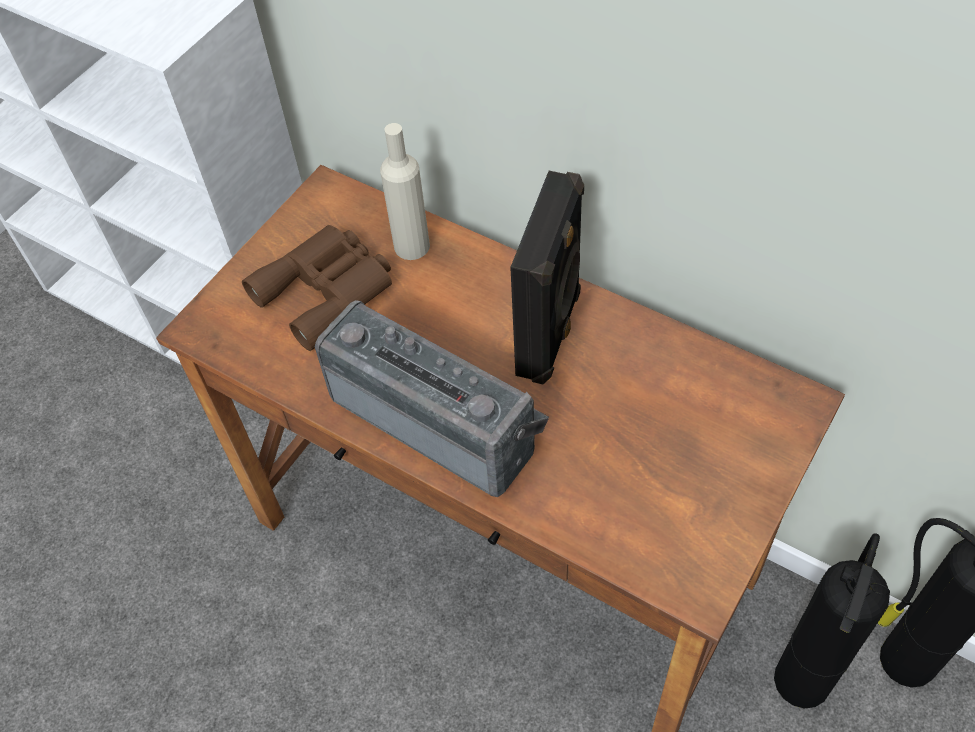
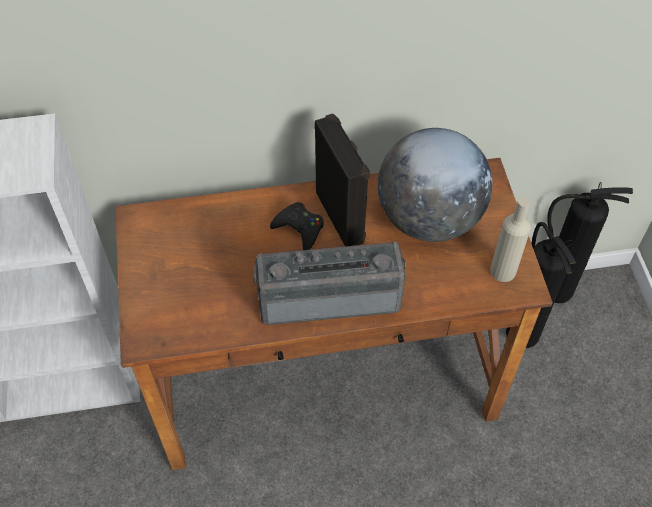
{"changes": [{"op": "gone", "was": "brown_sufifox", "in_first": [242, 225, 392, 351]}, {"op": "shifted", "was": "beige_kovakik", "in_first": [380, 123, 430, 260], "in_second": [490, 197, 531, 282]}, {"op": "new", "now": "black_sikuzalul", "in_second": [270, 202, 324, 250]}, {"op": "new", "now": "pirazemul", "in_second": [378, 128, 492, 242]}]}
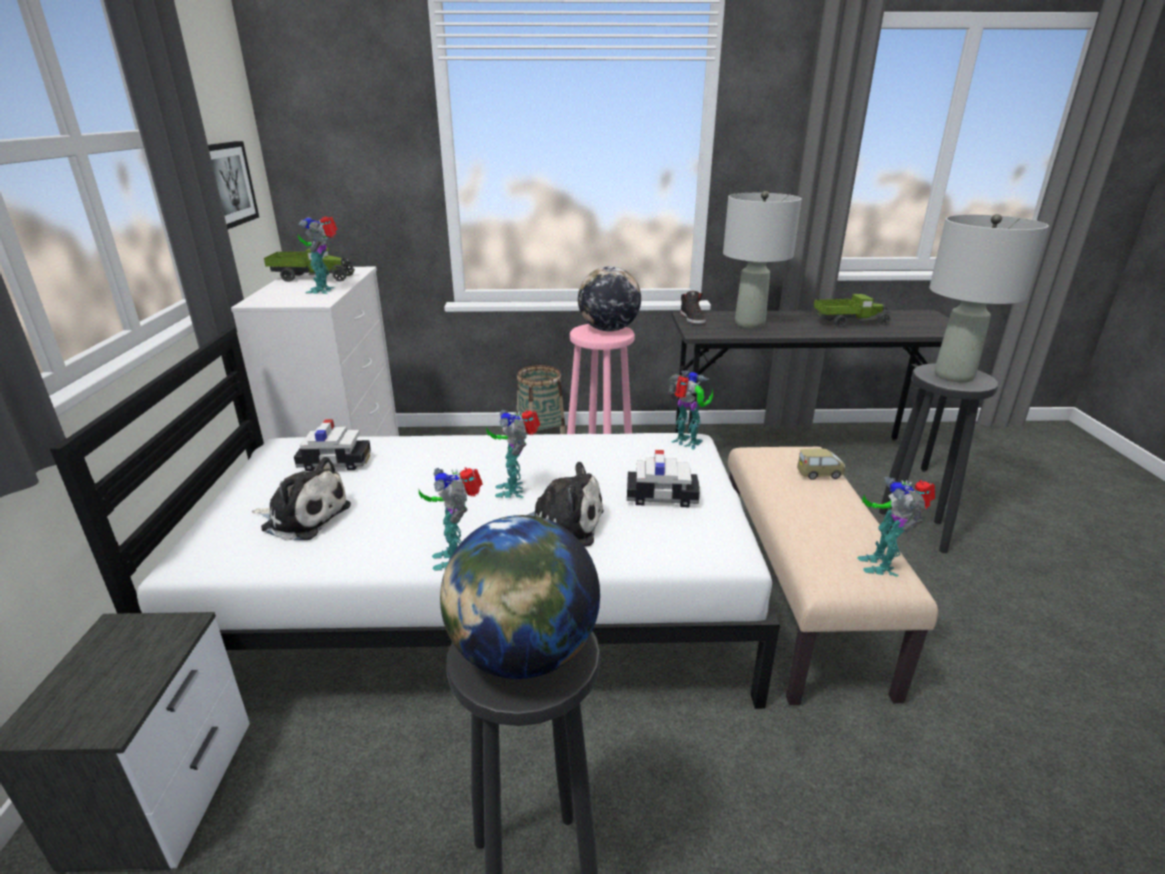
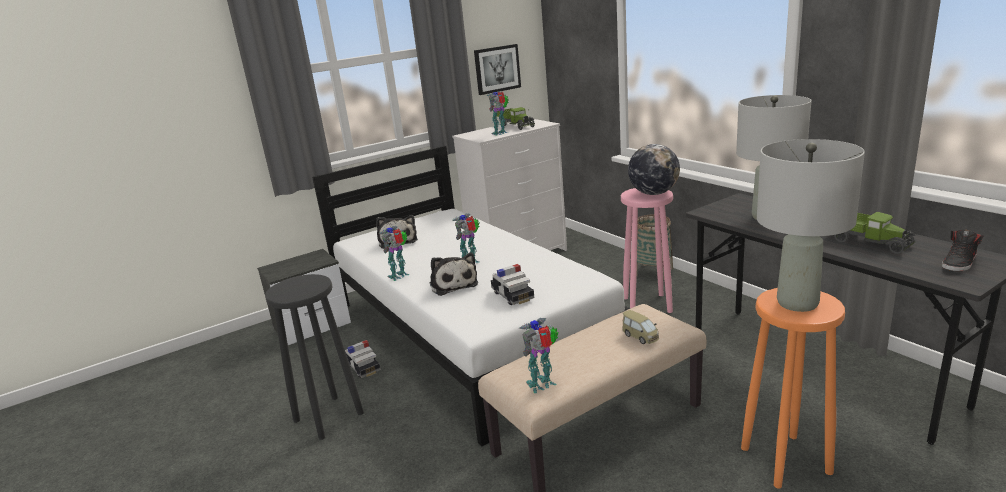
{"changes": [{"op": "shifted", "was": "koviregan", "in_first": [294, 419, 371, 471], "in_second": [345, 340, 381, 378]}, {"op": "gone", "was": "pirazemul", "in_first": [440, 515, 600, 679]}, {"op": "gone", "was": "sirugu", "in_first": [668, 370, 713, 450]}, {"op": "shifted", "was": "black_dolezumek", "in_first": [681, 291, 706, 324], "in_second": [942, 230, 984, 272]}, {"op": "repainted", "was": "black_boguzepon", "now": "orange_boguzepon", "in_first": [879, 363, 998, 553], "in_second": [741, 288, 845, 489]}]}
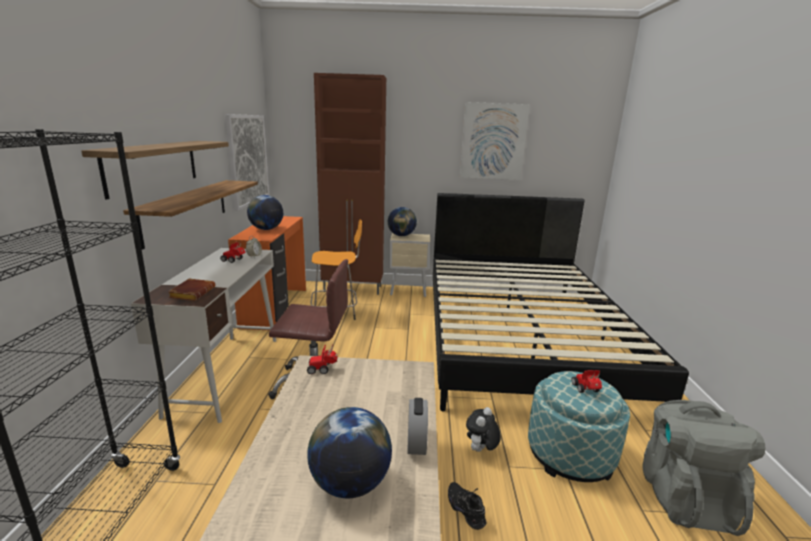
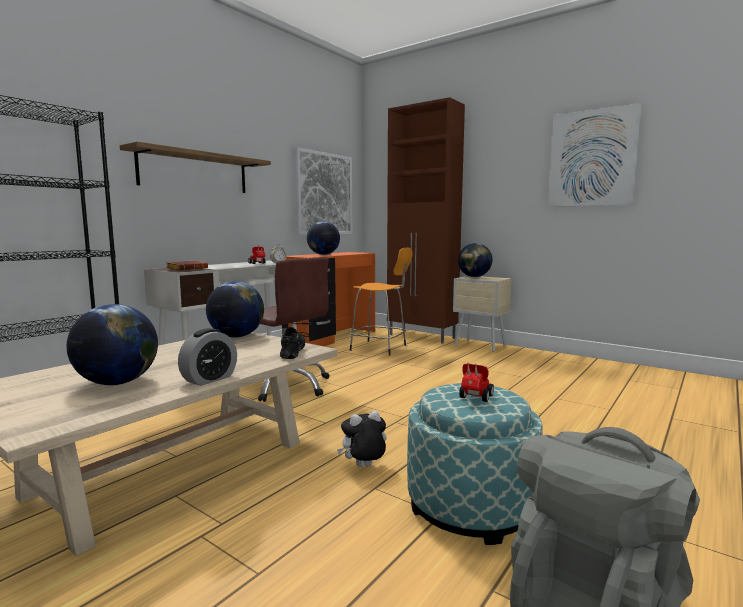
{"changes": [{"op": "gone", "was": "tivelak", "in_first": [123, 180, 258, 250]}, {"op": "swapped", "was": "koviregan", "now": "pirazemul", "in_first": [307, 345, 337, 374], "in_second": [206, 281, 264, 338]}, {"op": "gone", "was": "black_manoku", "in_first": [433, 193, 689, 411]}, {"op": "shifted", "was": "black_dolezumek", "in_first": [448, 482, 487, 530], "in_second": [280, 327, 309, 359]}]}
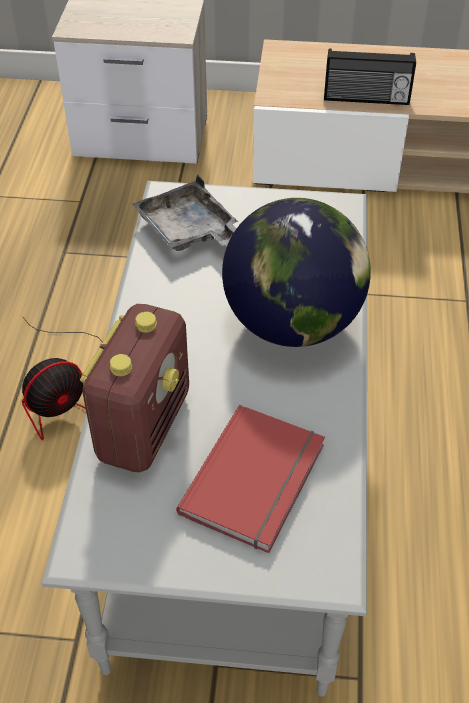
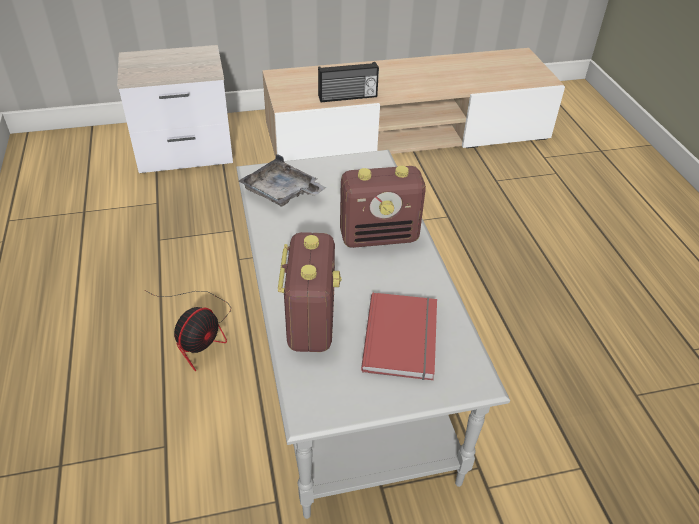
{"changes": [{"op": "swapped", "was": "pirazemul", "now": "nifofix", "in_first": [222, 198, 371, 347], "in_second": [340, 166, 426, 248]}]}
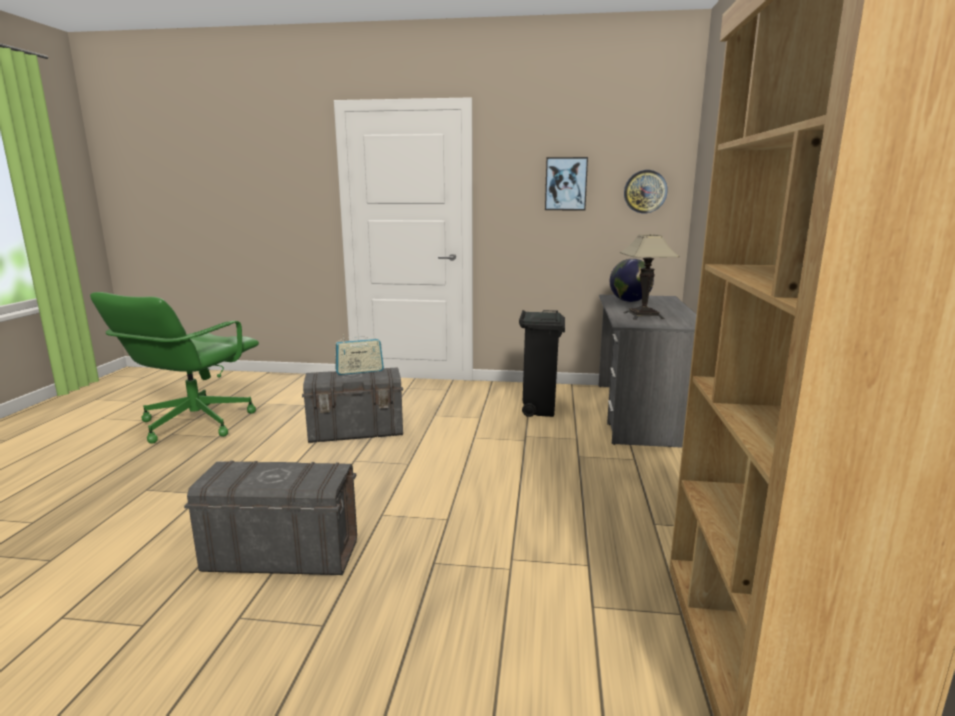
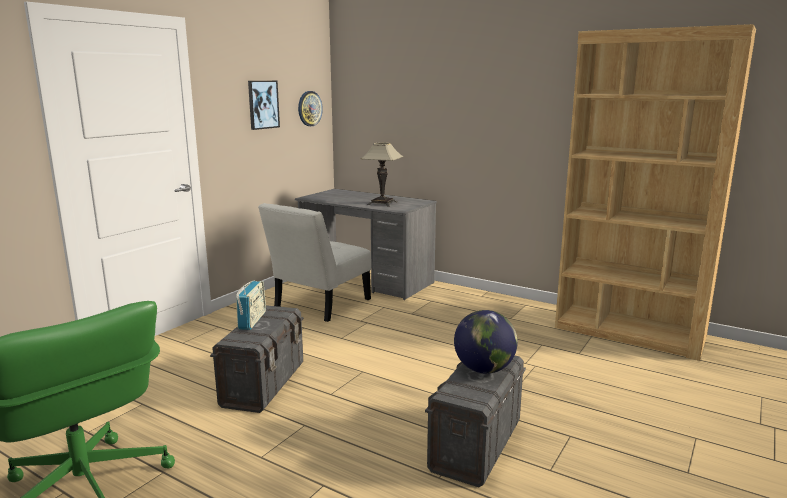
{"changes": [{"op": "swapped", "was": "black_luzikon", "now": "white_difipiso", "in_first": [519, 310, 565, 417], "in_second": [258, 203, 371, 322]}, {"op": "shifted", "was": "pirazemul", "in_first": [610, 259, 654, 302], "in_second": [454, 310, 518, 374]}]}
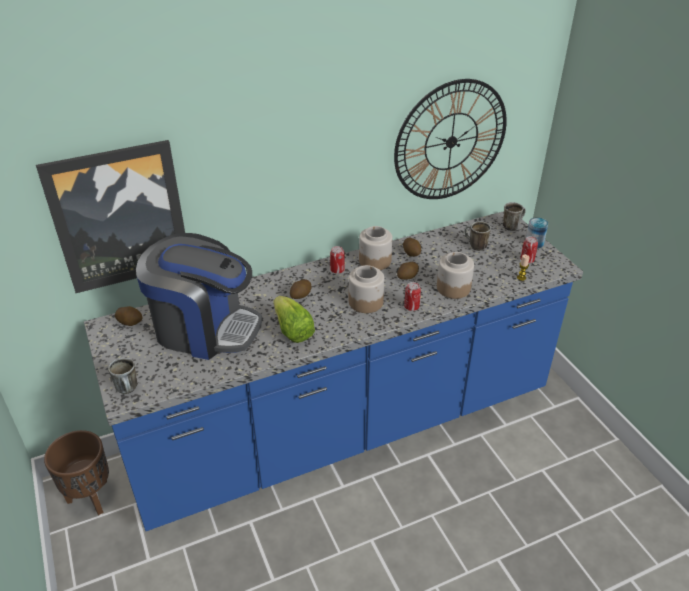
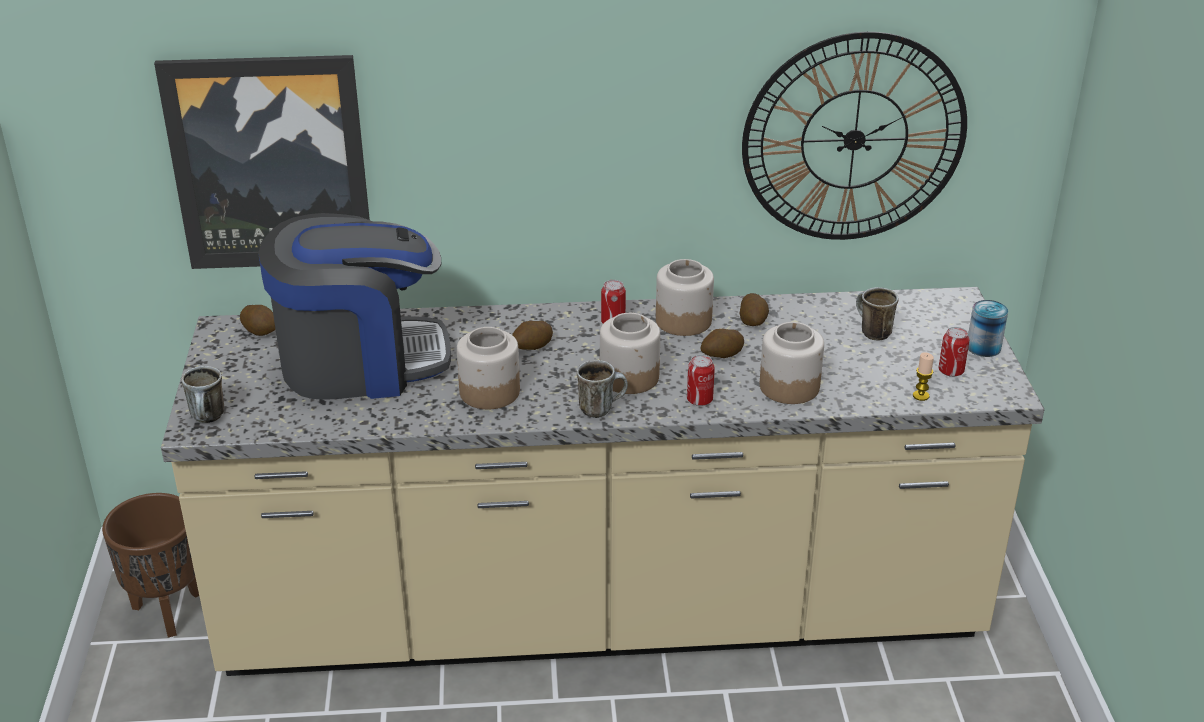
{"changes": [{"op": "repainted", "was": "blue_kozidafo", "now": "beige_kozidafo", "in_first": [84, 211, 583, 531], "in_second": [161, 287, 1044, 676]}, {"op": "rotated", "was": "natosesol", "in_first": [136, 233, 262, 360], "in_second": [258, 213, 451, 400], "clockwise": -45}, {"op": "swapped", "was": "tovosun", "now": "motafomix", "in_first": [274, 296, 315, 343], "in_second": [457, 327, 520, 409]}, {"op": "shifted", "was": "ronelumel", "in_first": [503, 202, 526, 231], "in_second": [577, 360, 628, 418]}]}
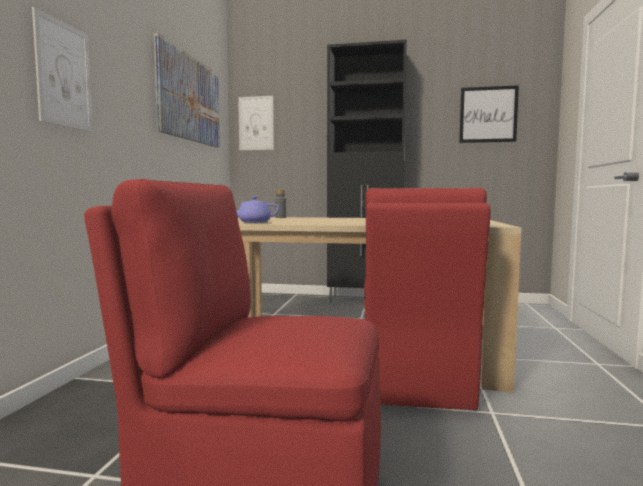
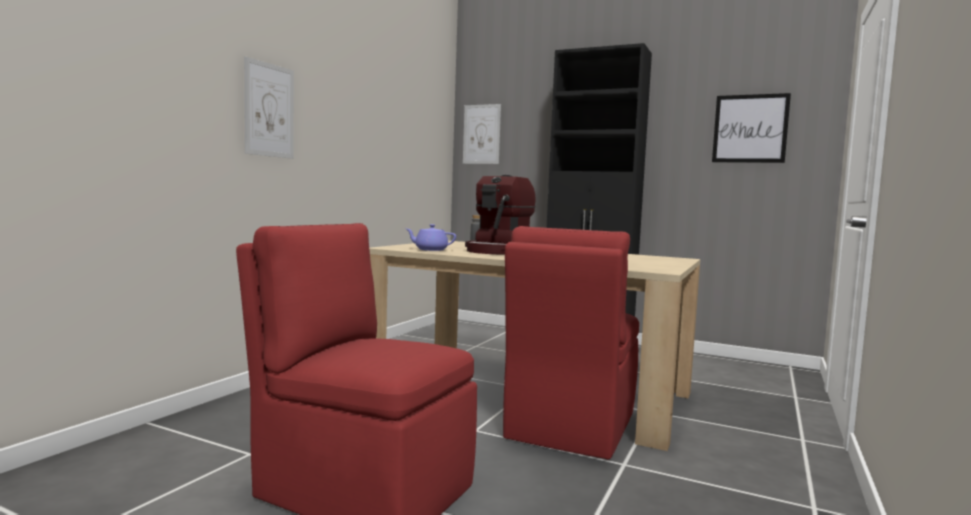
{"changes": [{"op": "gone", "was": "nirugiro", "in_first": [154, 33, 220, 148]}, {"op": "new", "now": "natosesol", "in_second": [465, 175, 536, 254]}]}
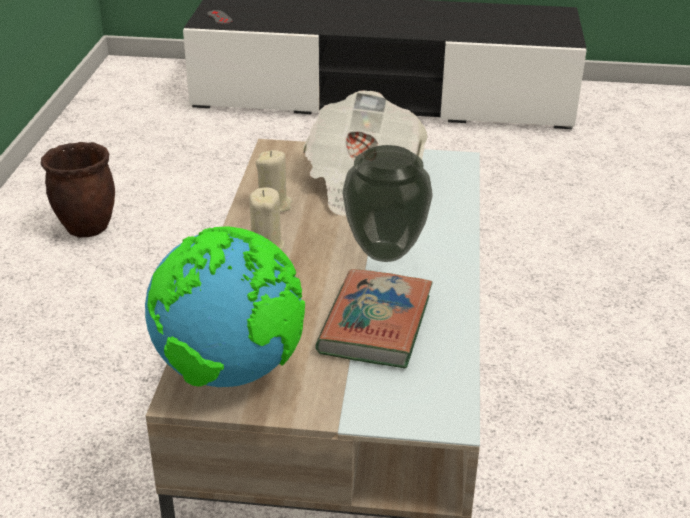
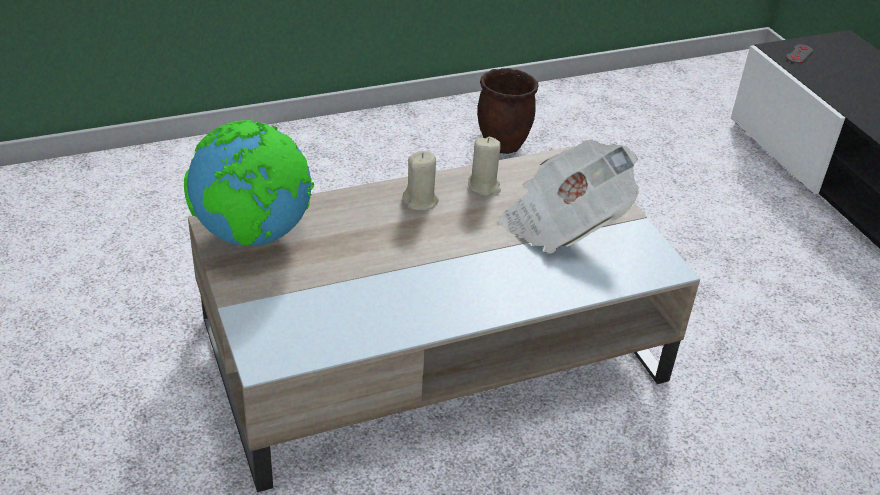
{"changes": [{"op": "gone", "was": "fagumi", "in_first": [315, 269, 433, 368]}, {"op": "gone", "was": "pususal", "in_first": [343, 145, 433, 262]}]}
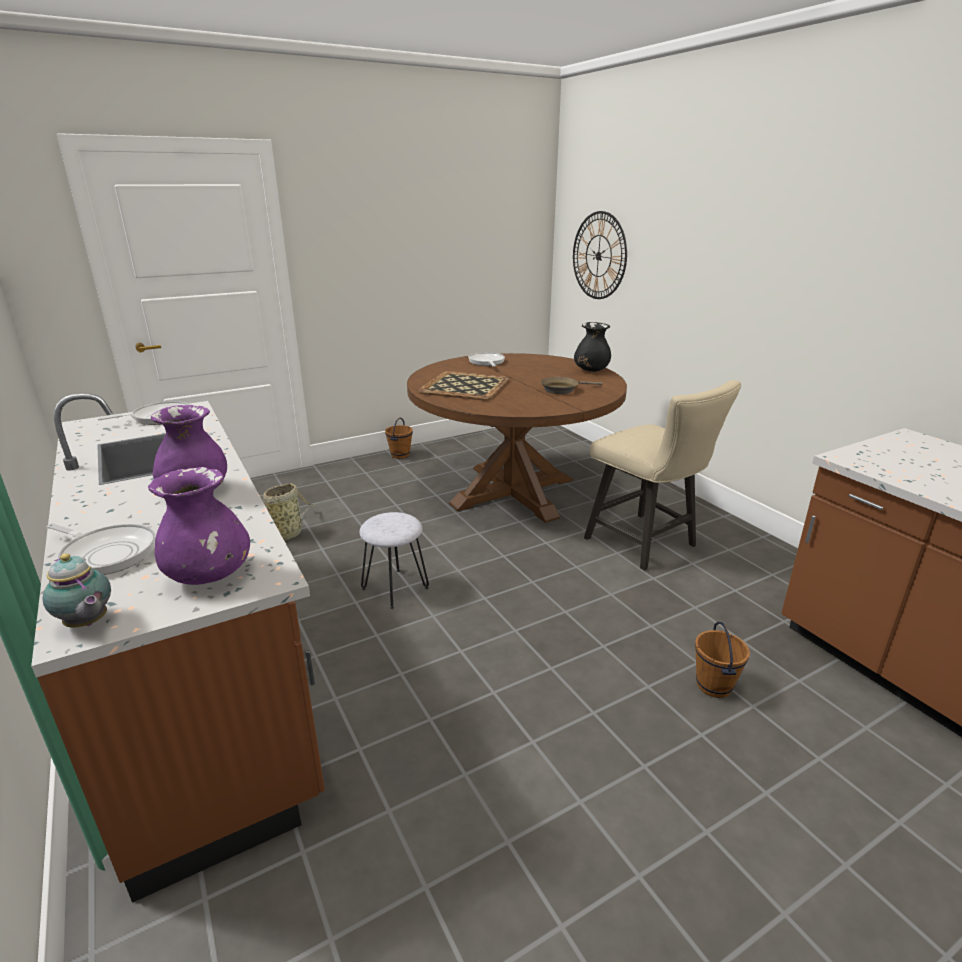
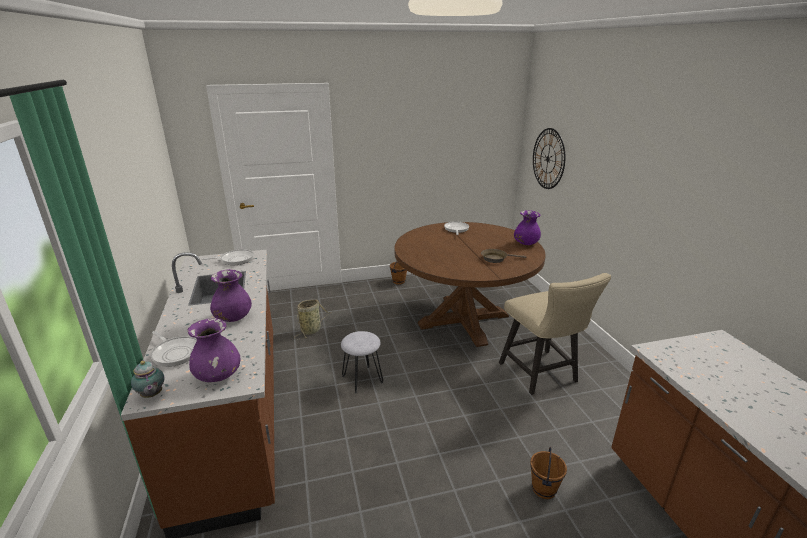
{"changes": [{"op": "gone", "was": "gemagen", "in_first": [418, 371, 510, 400]}, {"op": "repainted", "was": "black_pususal", "now": "purple_pususal", "in_first": [574, 322, 611, 372], "in_second": [514, 210, 541, 245]}]}
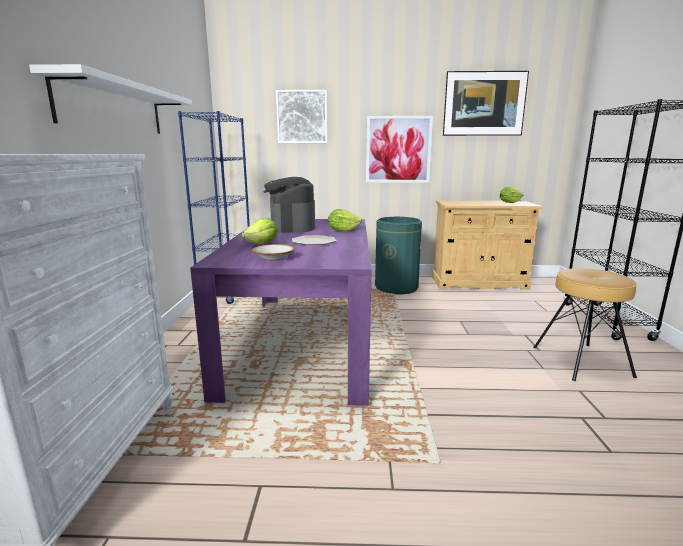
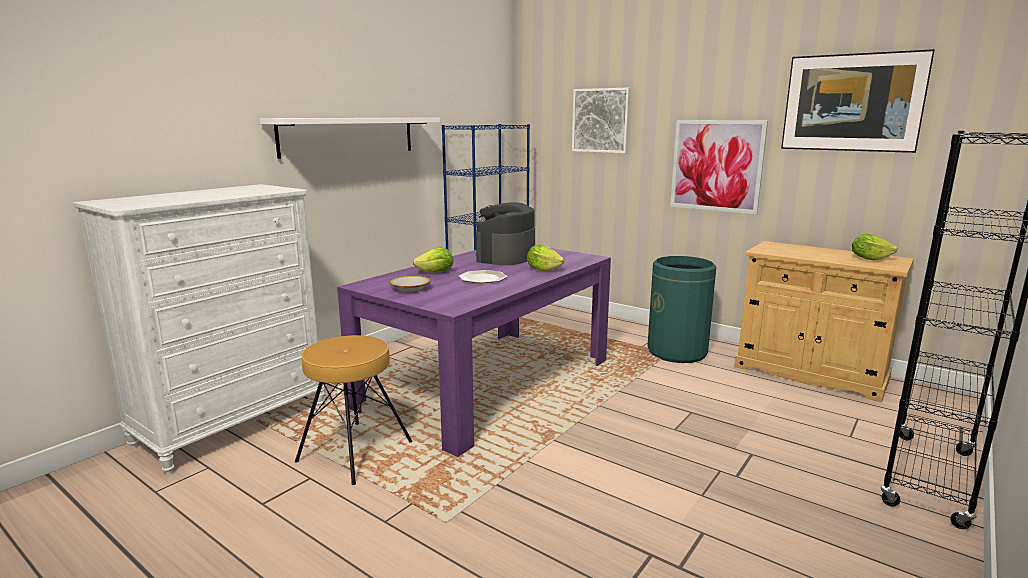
{"changes": [{"op": "shifted", "was": "brown_boguzepon", "in_first": [533, 268, 637, 381], "in_second": [295, 335, 413, 485]}]}
